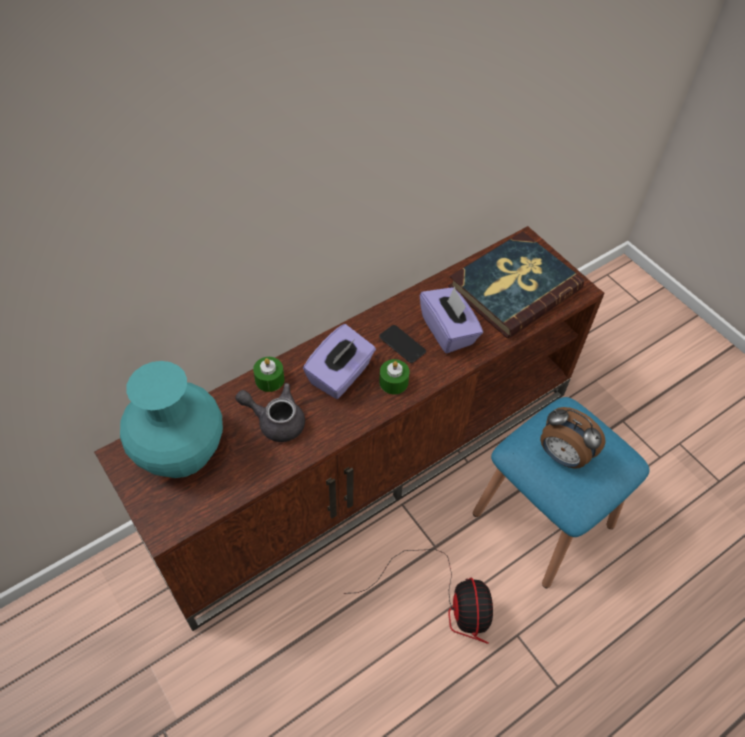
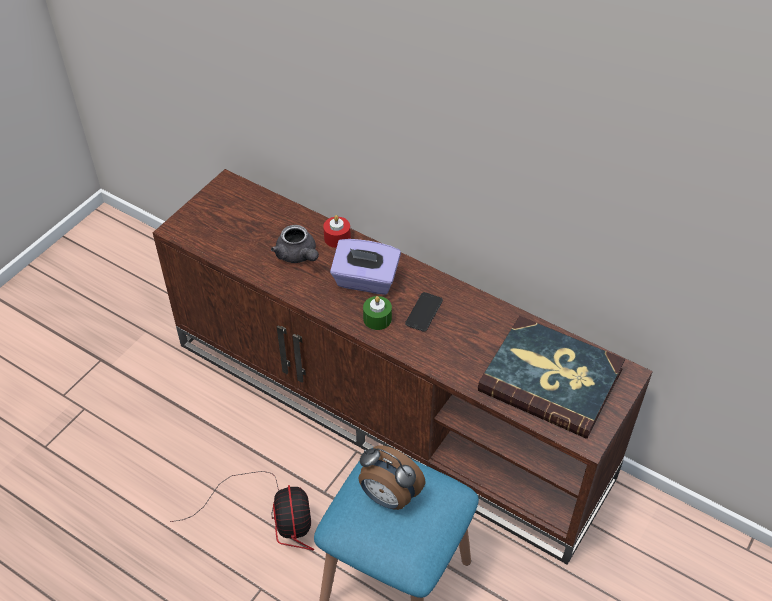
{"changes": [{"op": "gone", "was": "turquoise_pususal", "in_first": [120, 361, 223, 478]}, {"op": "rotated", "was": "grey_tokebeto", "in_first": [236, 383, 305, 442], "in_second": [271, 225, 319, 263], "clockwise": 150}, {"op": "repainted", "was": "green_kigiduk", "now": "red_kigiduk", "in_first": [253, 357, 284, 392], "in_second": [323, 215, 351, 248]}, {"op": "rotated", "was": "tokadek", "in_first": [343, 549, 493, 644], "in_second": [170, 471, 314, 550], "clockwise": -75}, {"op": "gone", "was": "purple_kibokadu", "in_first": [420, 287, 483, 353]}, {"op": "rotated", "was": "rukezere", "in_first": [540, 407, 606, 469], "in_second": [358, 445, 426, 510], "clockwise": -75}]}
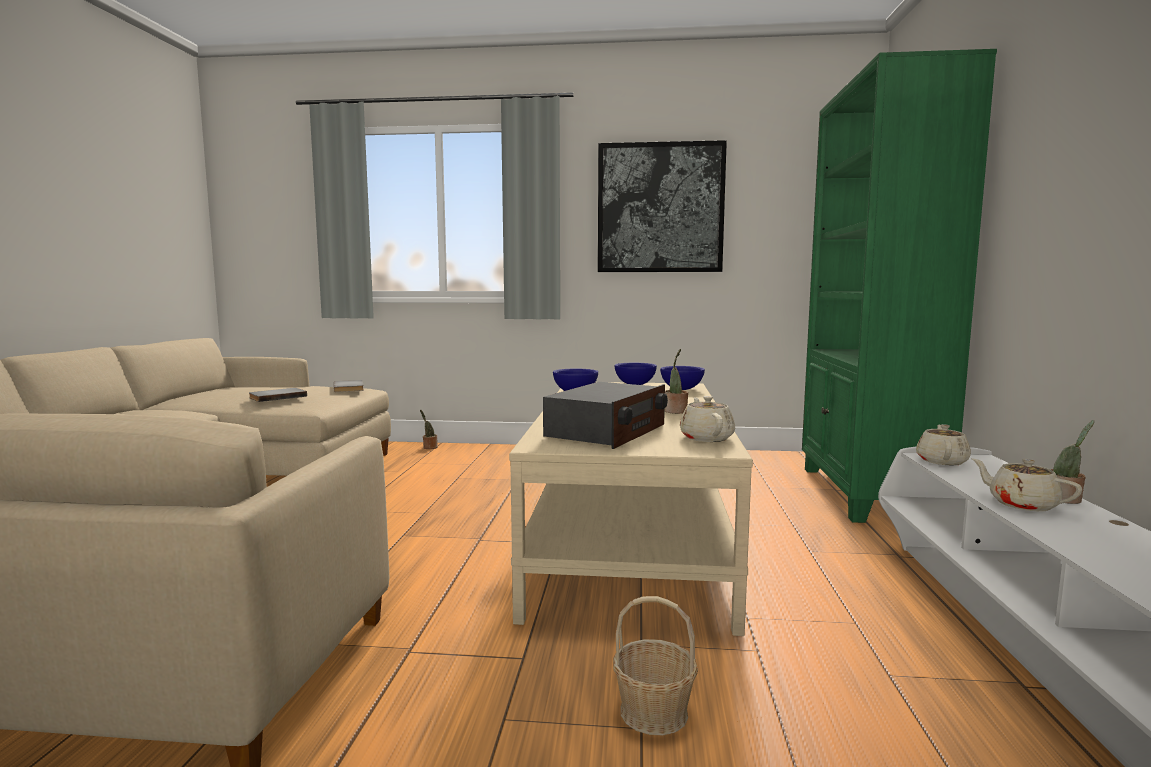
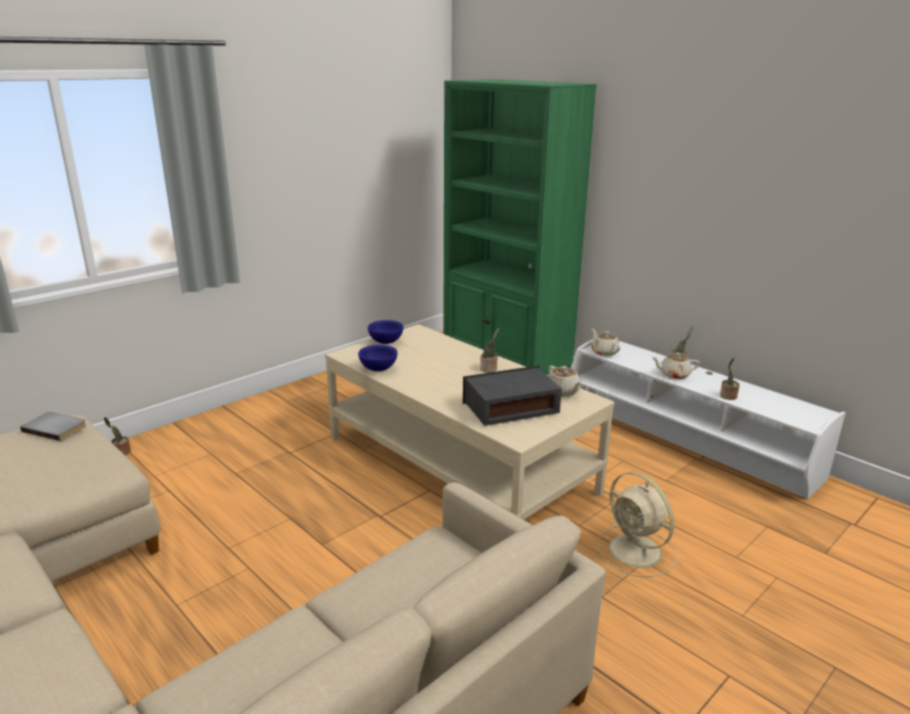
{"changes": [{"op": "gone", "was": "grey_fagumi", "in_first": [249, 388, 307, 402]}, {"op": "rotated", "was": "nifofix", "in_first": [543, 382, 668, 449], "in_second": [463, 365, 562, 426], "clockwise": -90}, {"op": "gone", "was": "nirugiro", "in_first": [598, 140, 727, 272]}, {"op": "swapped", "was": "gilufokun", "now": "beige_tokadek", "in_first": [613, 596, 698, 735], "in_second": [597, 472, 678, 578]}, {"op": "gone", "was": "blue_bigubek", "in_first": [660, 366, 705, 390]}, {"op": "rotated", "was": "beige_tokebeto", "in_first": [680, 396, 735, 442], "in_second": [548, 366, 582, 397], "clockwise": -150}, {"op": "new", "now": "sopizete", "in_second": [720, 358, 740, 400]}]}
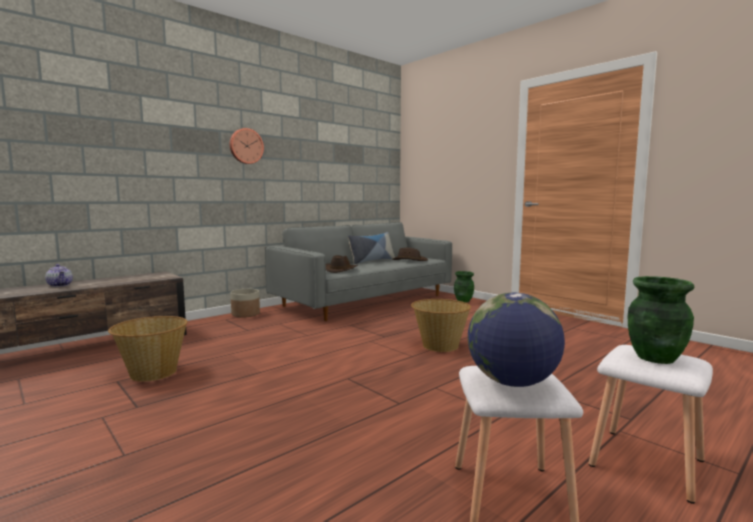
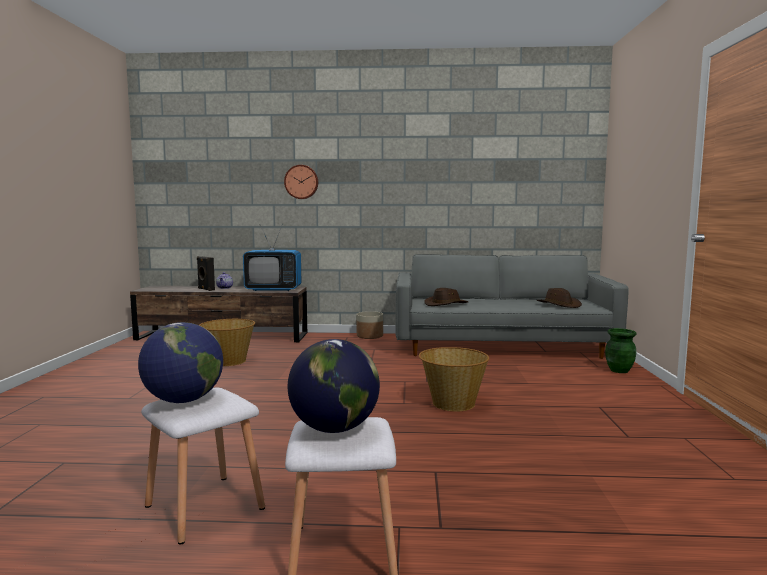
{"changes": [{"op": "shifted", "was": "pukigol", "in_first": [230, 128, 264, 164], "in_second": [284, 165, 318, 199]}, {"op": "gone", "was": "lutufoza", "in_first": [348, 232, 395, 264]}, {"op": "swapped", "was": "green_pususal", "now": "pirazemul", "in_first": [628, 276, 694, 364], "in_second": [288, 339, 380, 433]}, {"op": "new", "now": "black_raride", "in_second": [197, 256, 215, 291]}, {"op": "new", "now": "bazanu", "in_second": [243, 224, 302, 291]}]}
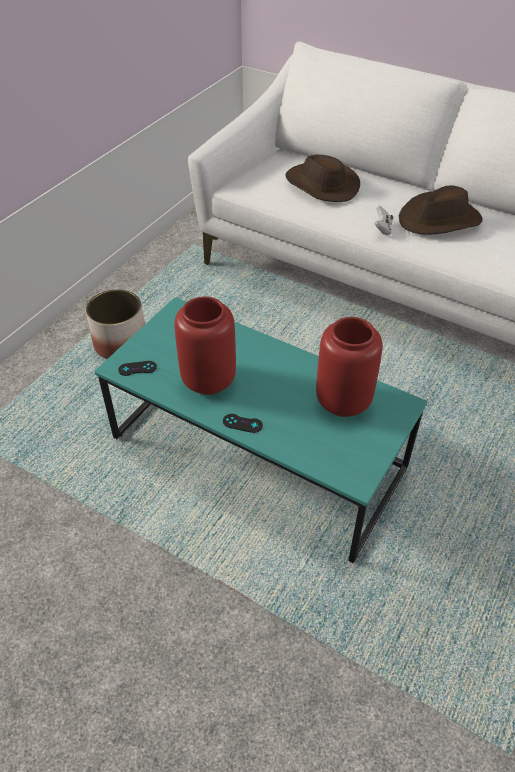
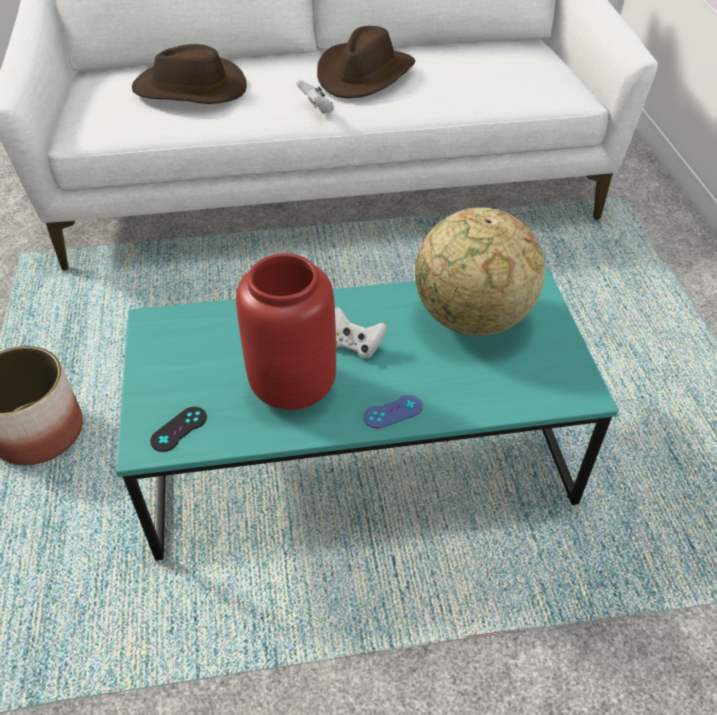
{"changes": [{"op": "repainted", "was": "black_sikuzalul", "now": "blue_sikuzalul", "in_first": [223, 414, 263, 433], "in_second": [363, 395, 423, 429]}, {"op": "swapped", "was": "red_pususal", "now": "pirazemul", "in_first": [316, 317, 382, 417], "in_second": [415, 207, 545, 336]}, {"op": "new", "now": "white_sikuzalul", "in_second": [335, 307, 387, 358]}]}
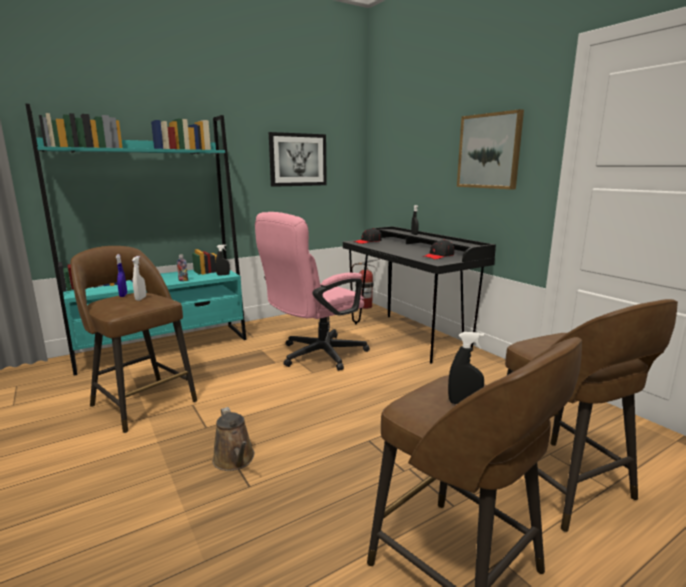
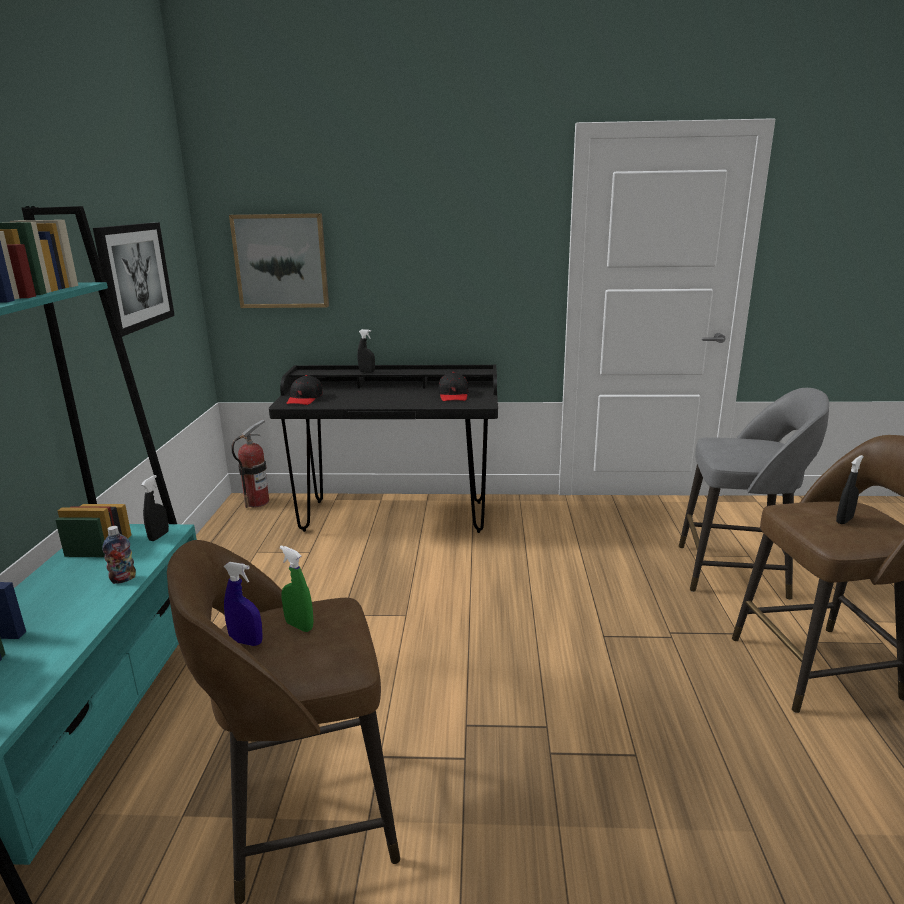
{"changes": [{"op": "repainted", "was": "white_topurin", "now": "green_topurin", "in_first": [132, 256, 146, 301], "in_second": [280, 545, 314, 632]}, {"op": "gone", "was": "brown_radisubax", "in_first": [212, 407, 255, 471]}, {"op": "gone", "was": "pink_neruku", "in_first": [255, 212, 370, 371]}, {"op": "shifted", "was": "nirugiro", "in_first": [457, 109, 524, 189], "in_second": [229, 213, 329, 308]}, {"op": "repainted", "was": "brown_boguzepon", "now": "grey_boguzepon", "in_first": [505, 299, 678, 532], "in_second": [679, 388, 829, 600]}]}
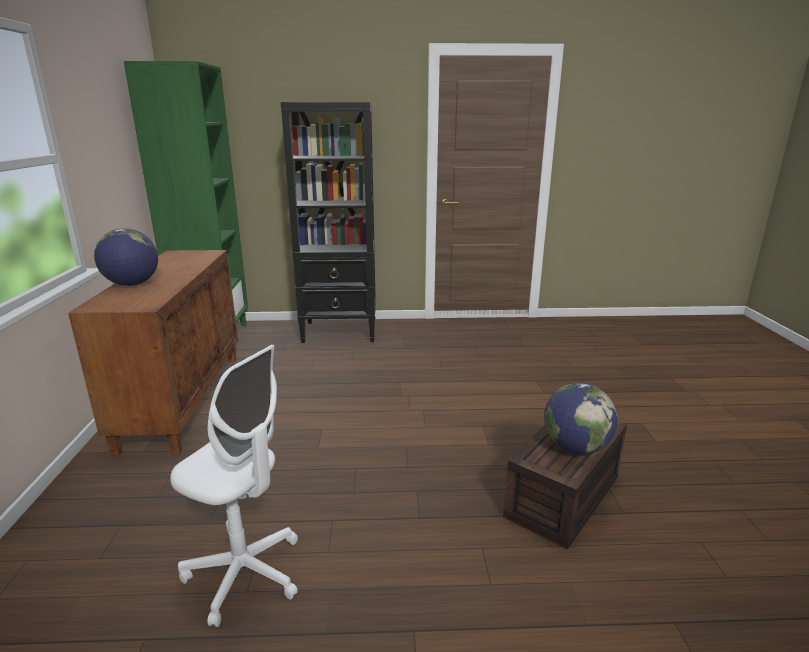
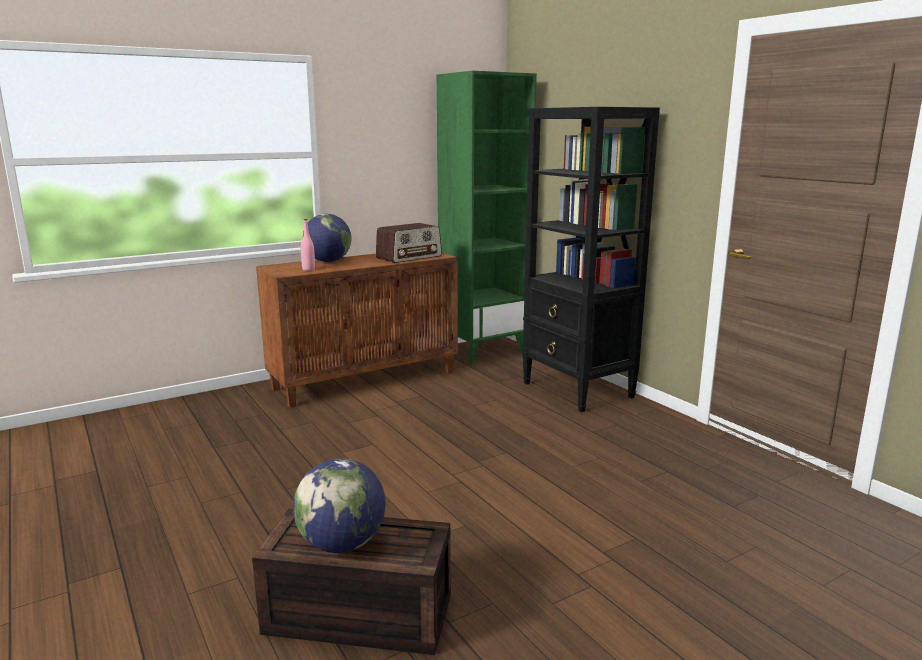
{"changes": [{"op": "gone", "was": "white_neruku", "in_first": [170, 344, 298, 627]}, {"op": "new", "now": "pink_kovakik", "in_second": [301, 219, 315, 271]}, {"op": "new", "now": "nifofix", "in_second": [376, 223, 442, 263]}]}
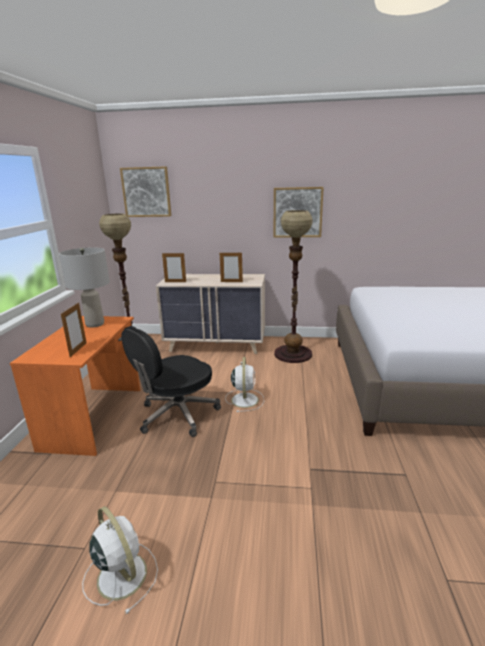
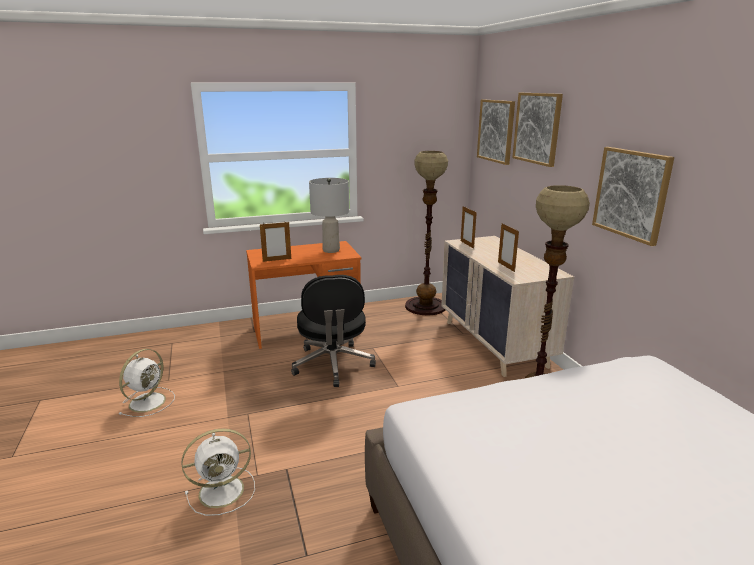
{"changes": [{"op": "rotated", "was": "black_neruku", "in_first": [121, 326, 221, 437], "in_second": [291, 275, 376, 387], "clockwise": -120}, {"op": "shifted", "was": "white_tokadek", "in_first": [225, 357, 264, 412], "in_second": [182, 428, 255, 516]}, {"op": "new", "now": "nirugiro", "in_second": [512, 93, 563, 167]}]}
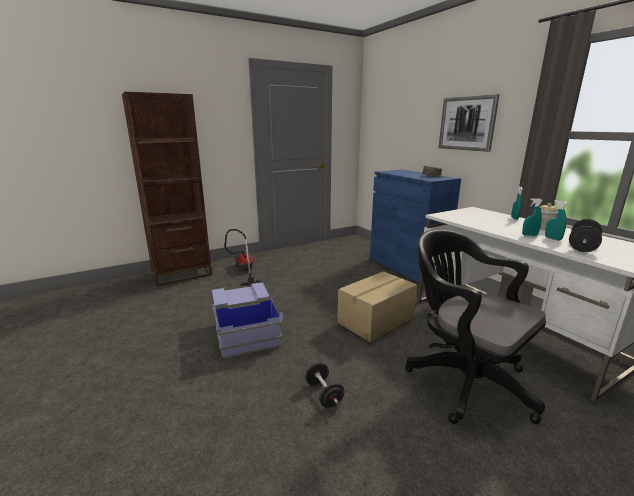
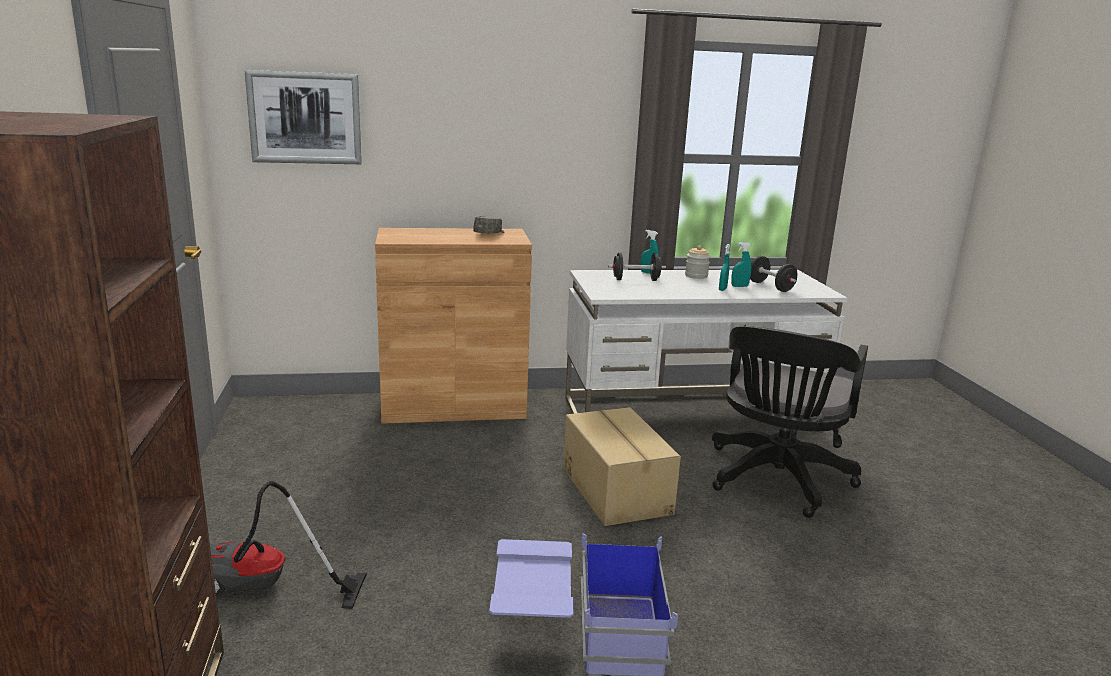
{"changes": [{"op": "shifted", "was": "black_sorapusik", "in_first": [305, 362, 345, 408], "in_second": [608, 253, 666, 281]}, {"op": "repainted", "was": "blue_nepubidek", "now": "brown_nepubidek", "in_first": [370, 170, 461, 283], "in_second": [375, 228, 532, 424]}, {"op": "rotated", "was": "black_neruku", "in_first": [405, 229, 546, 424], "in_second": [712, 324, 868, 518], "clockwise": -45}, {"op": "shifted", "was": "nirugiro", "in_first": [438, 94, 500, 152], "in_second": [245, 70, 362, 164]}]}
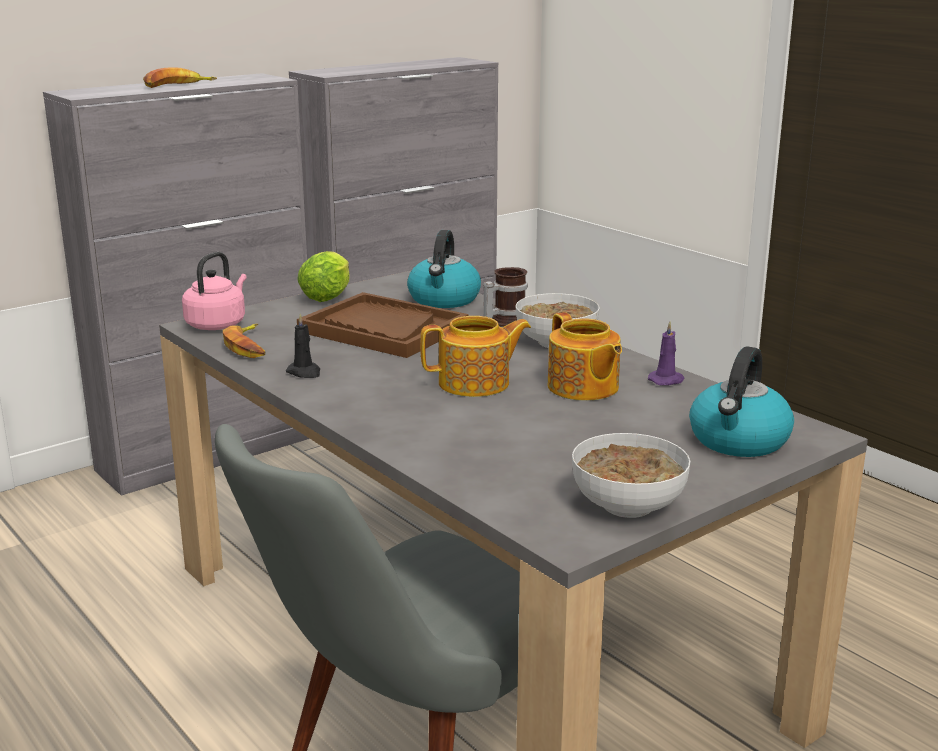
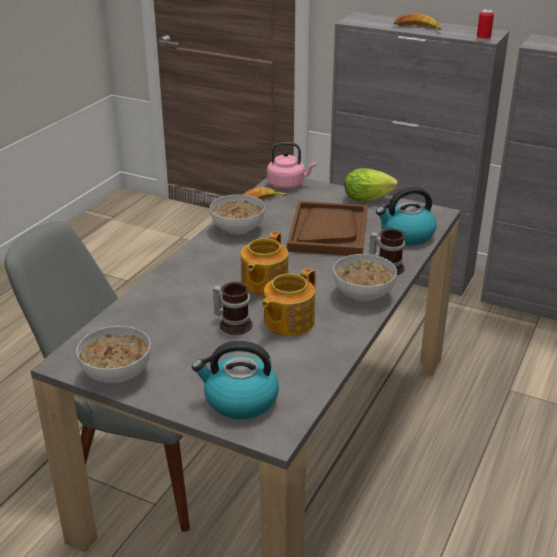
{"changes": [{"op": "swapped", "was": "black_kigiduk", "now": "bigubek", "in_first": [286, 313, 320, 378], "in_second": [210, 194, 265, 235]}, {"op": "rotated", "was": "tokebeto", "in_first": [420, 316, 531, 397], "in_second": [241, 231, 288, 296], "clockwise": 60}, {"op": "gone", "was": "purple_kigiduk", "in_first": [648, 321, 685, 385]}, {"op": "new", "now": "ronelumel", "in_second": [213, 282, 252, 335]}, {"op": "new", "now": "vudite", "in_second": [477, 9, 494, 41]}]}
